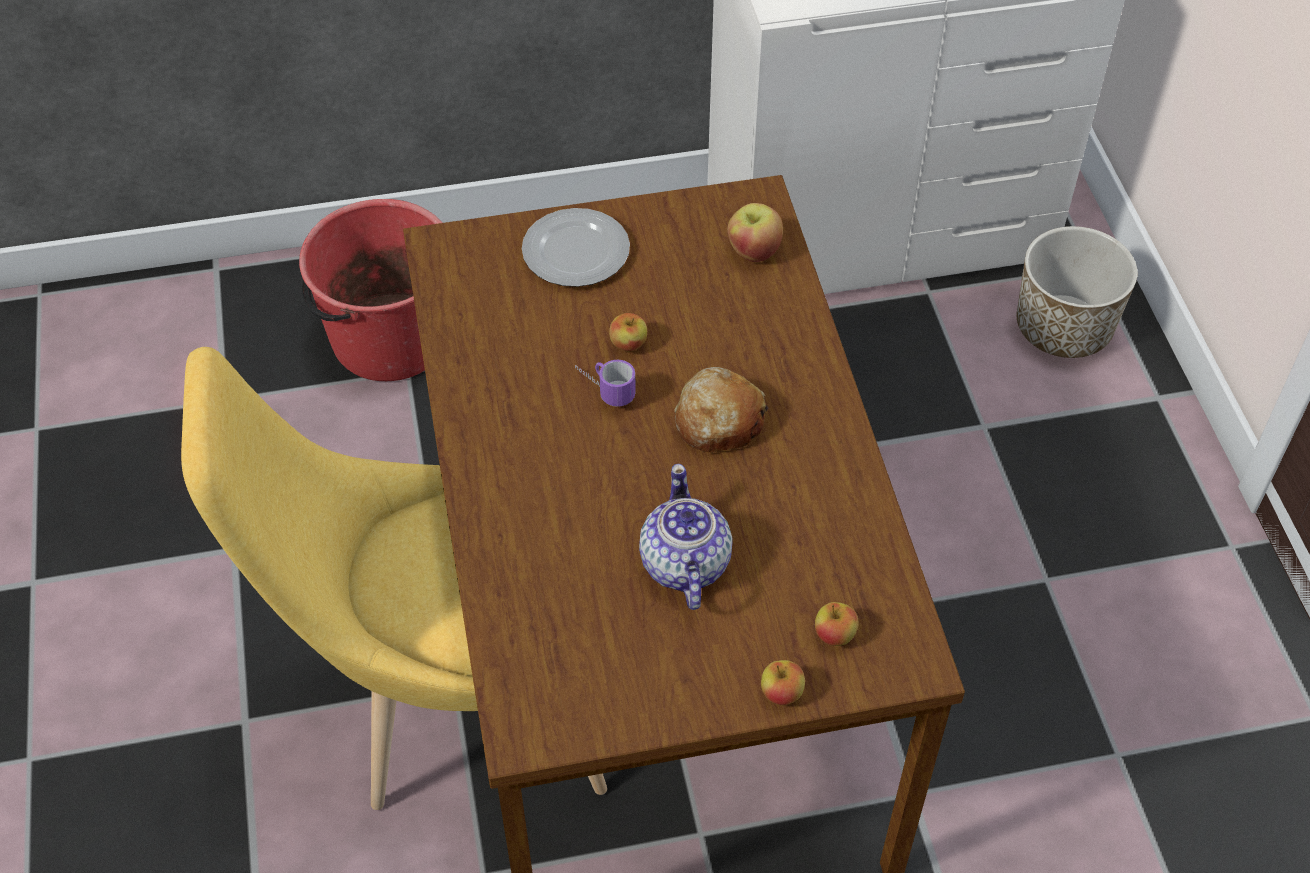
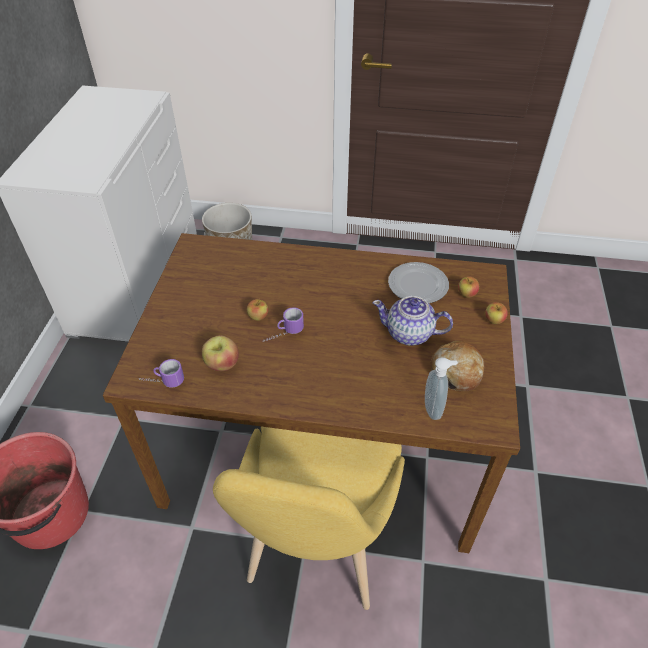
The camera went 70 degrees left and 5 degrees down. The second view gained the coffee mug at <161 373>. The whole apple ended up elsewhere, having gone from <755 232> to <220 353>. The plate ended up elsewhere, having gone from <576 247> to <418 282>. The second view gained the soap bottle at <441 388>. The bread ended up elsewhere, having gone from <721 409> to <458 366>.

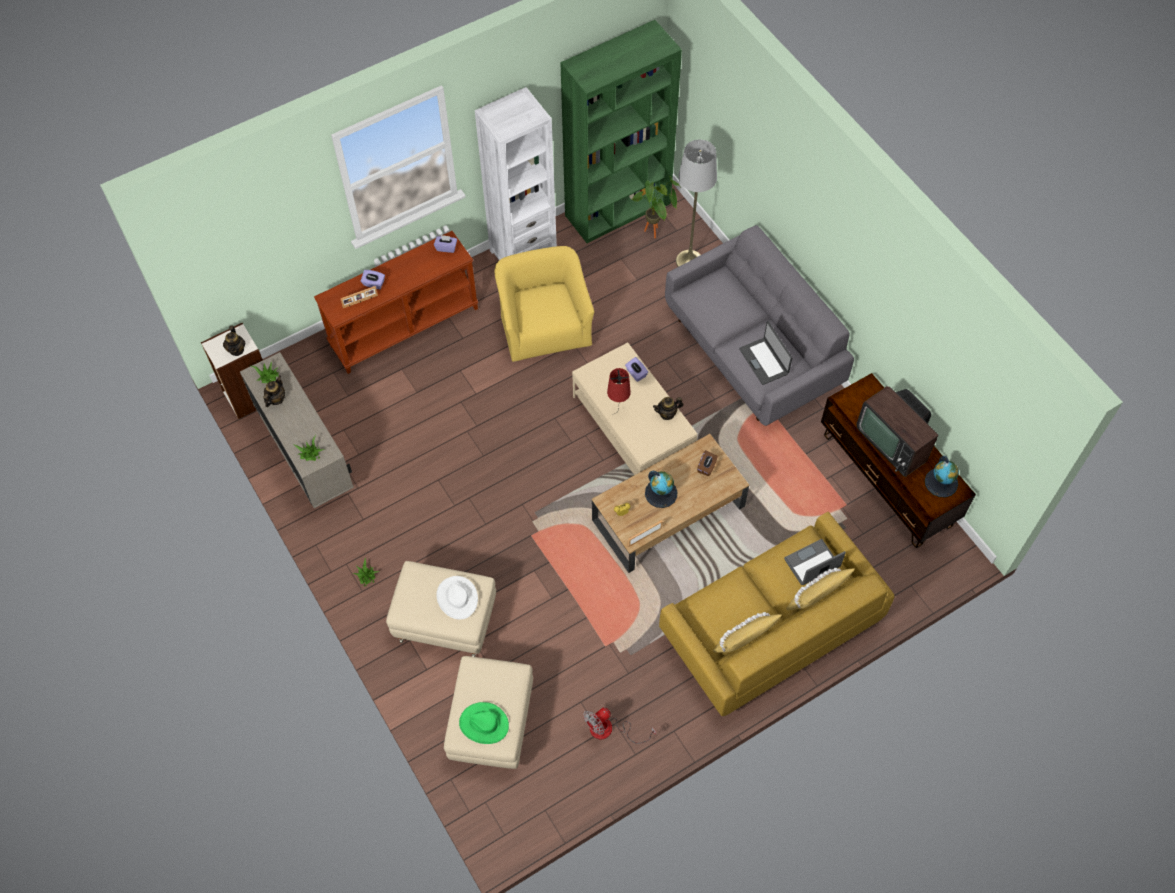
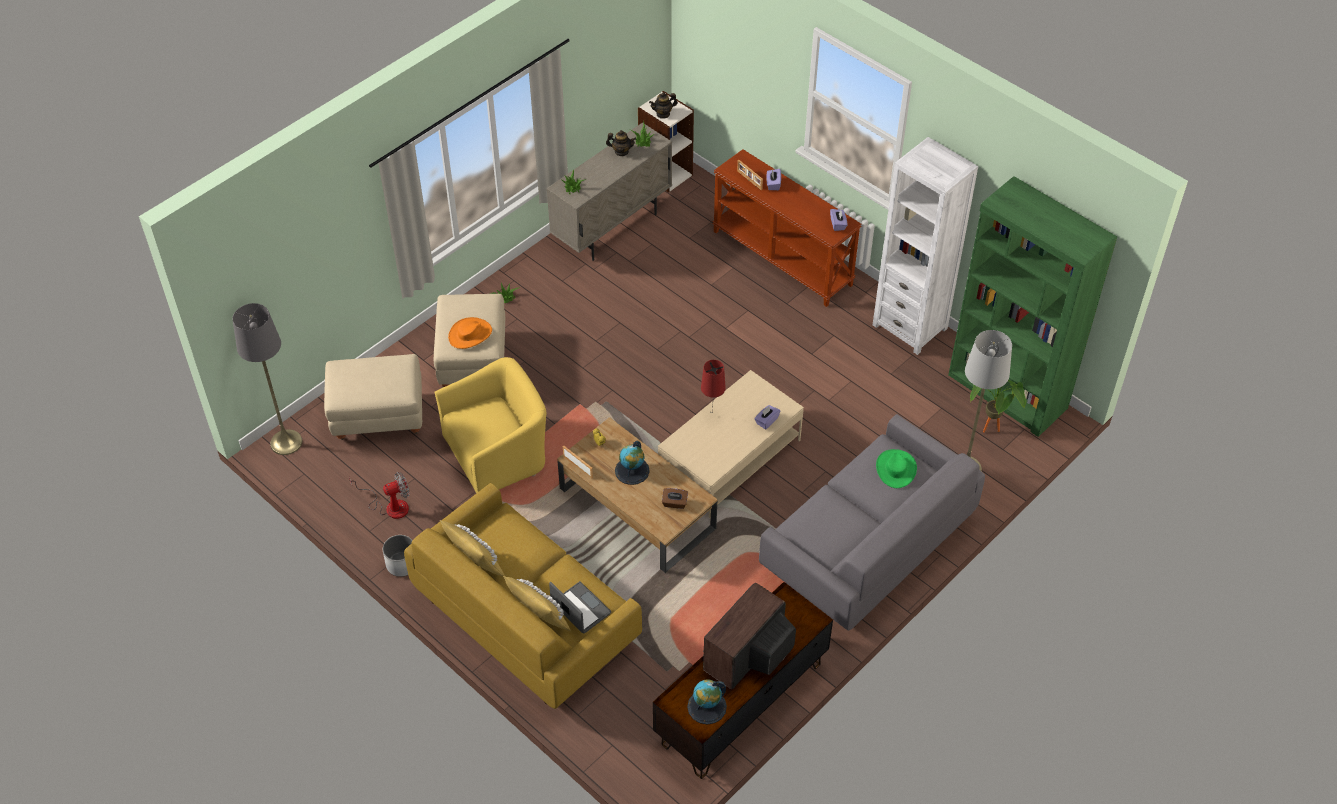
The camera went 75 degrees right and 10 degrees down. The second view gained the greyish standing lamp at <267 379>. The electric fan at <619 725> ended up facing another way, 120 degrees clockwise from before. The second view gained the white-coloured planter at <398 556>. The yellowish easy chair ended up elsewhere, having gone from <544 304> to <490 425>. What was the white-coloured hat at <457 597> turned into the orangey hat at <470 333>. The greenish hat ended up elsewhere, having gone from <484 723> to <896 468>. The second view lost the tea pot at <668 408>. The second view lost the laptop at <765 353>.

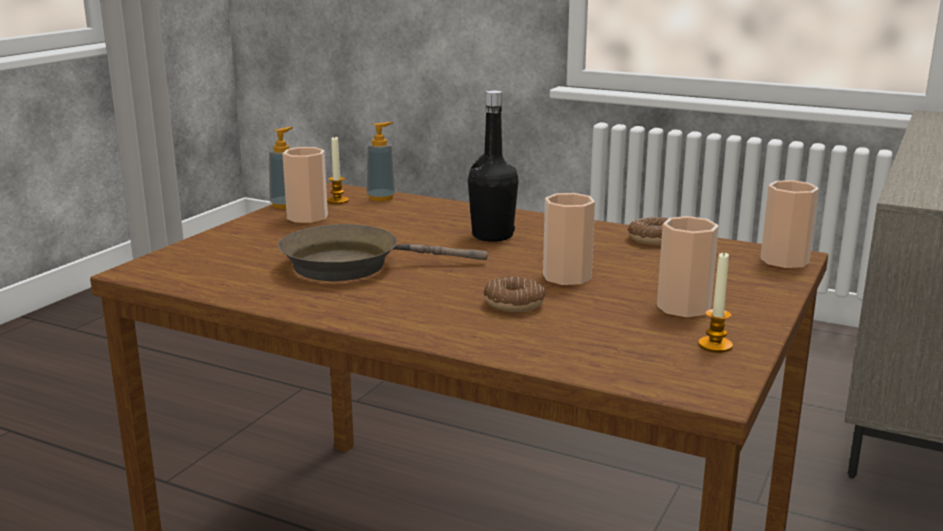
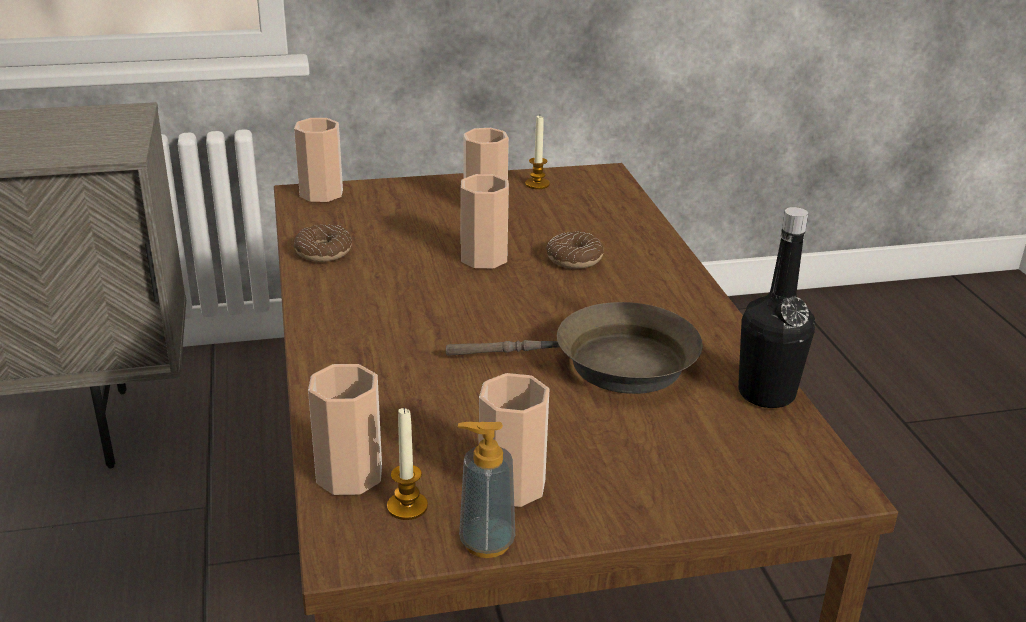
The camera went 130 degrees left and 10 degrees up. Where the soap bottle stood at <381 161>, the small cup came to stand at <345 429>. The brownish frying pan at <382 252> ended up facing another way, 45 degrees counterclockwise from before. The black-coloured bottle ended up elsewhere, having gone from <493 166> to <776 307>.

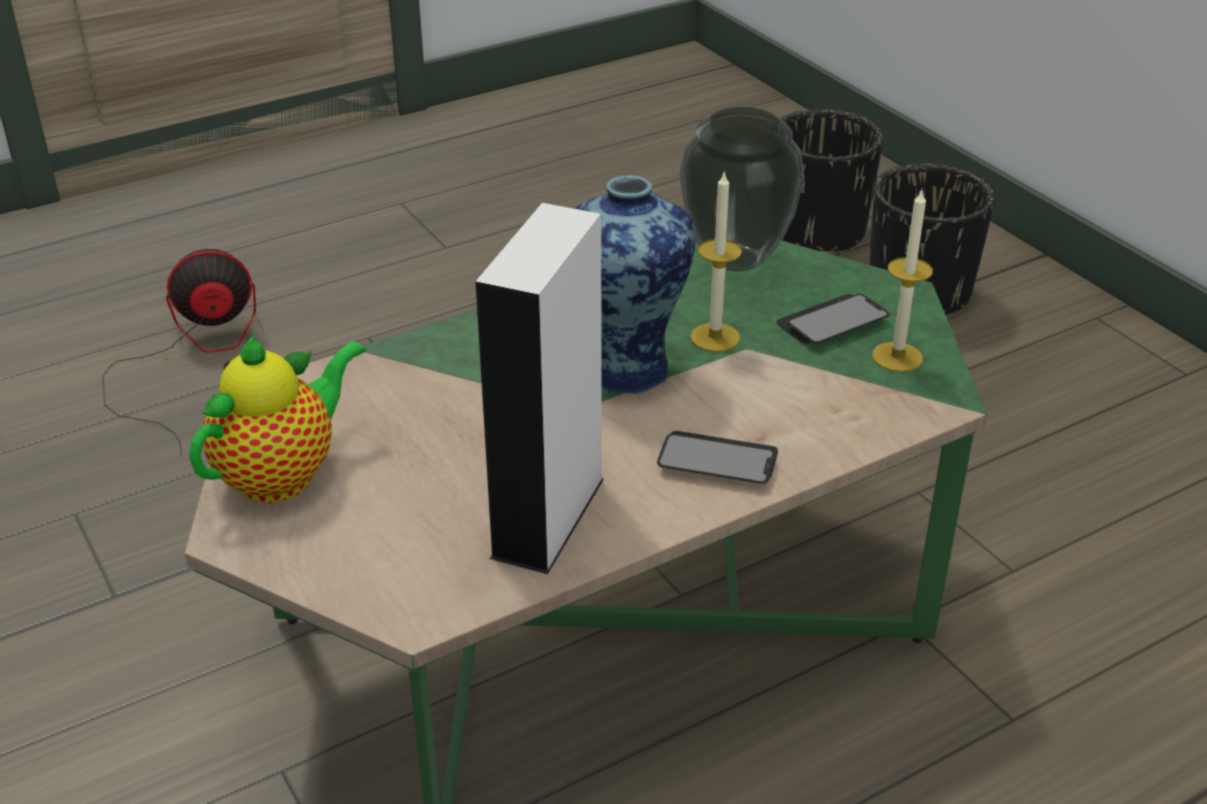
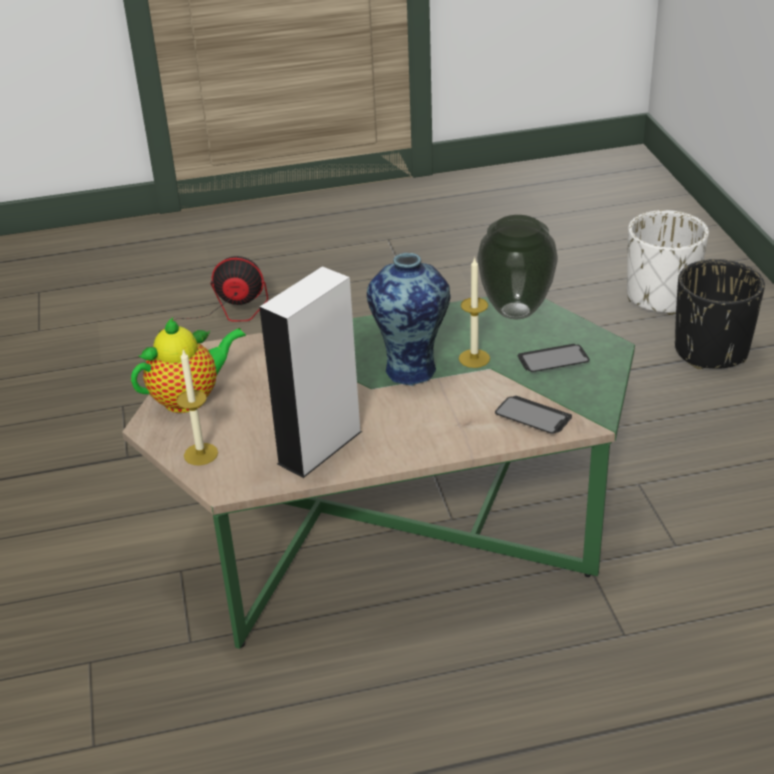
The camera went 20 degrees right and 0 degrees up. The wax candle ended up elsewhere, having gone from <902 280> to <197 407>. The handset ended up elsewhere, having gone from <717 457> to <533 415>. What was the black-coloured planter at <831 181> turned into the white-coloured planter at <668 262>.

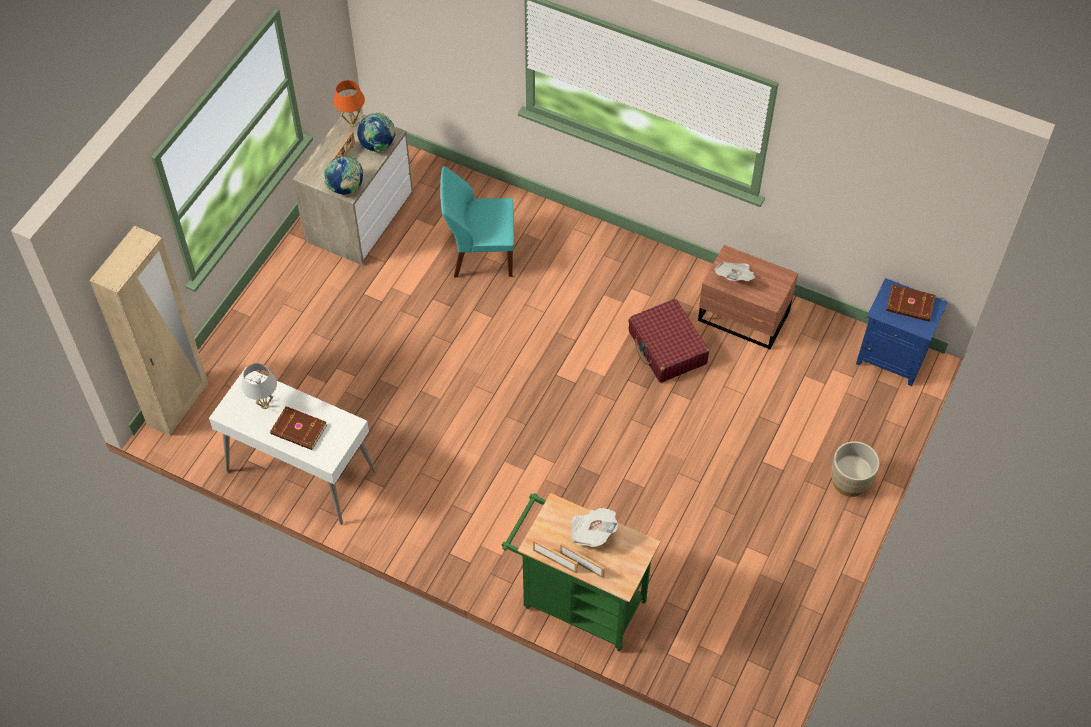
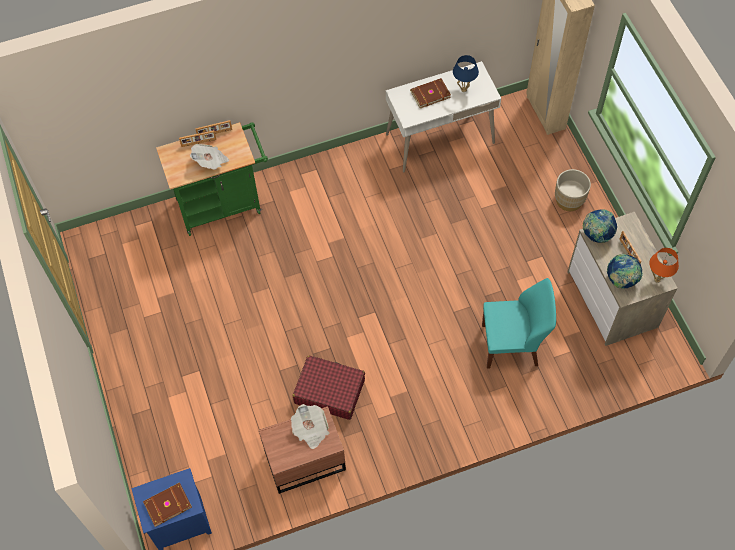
The camera went 135 degrees right and 5 degrees up. What was the white-coloured table lamp at <259 386> turned into the blue table lamp at <466 73>. The blue-green plain chair at <477 221> ended up facing another way, 45 degrees clockwise from before. The beige planter ended up elsewhere, having gone from <855 469> to <573 190>.

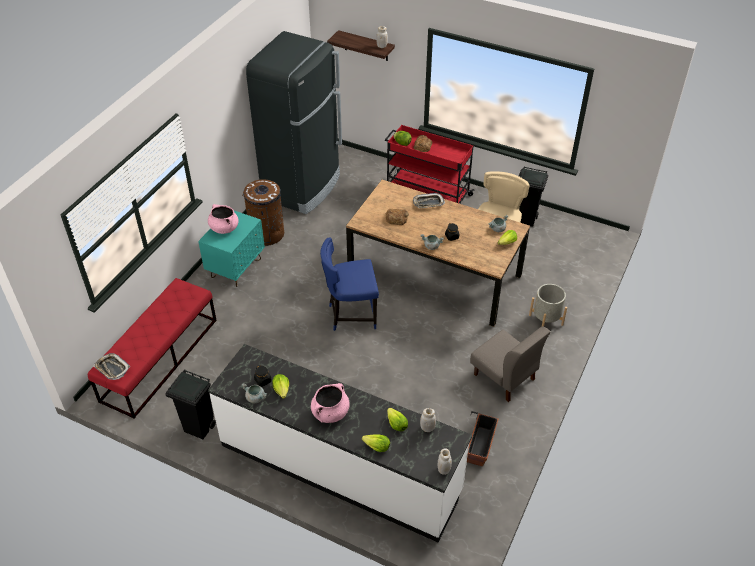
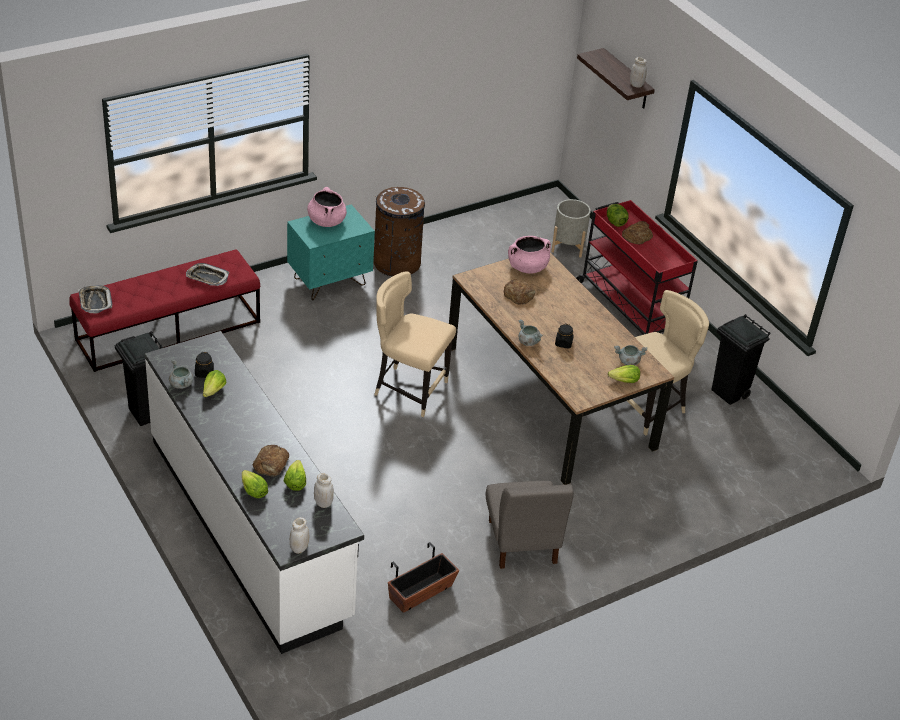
The camera went 30 degrees right and 5 degrees down. The serving tray ended up elsewhere, having gone from <429 200> to <207 274>. The second view gained the bread at <271 460>. What was the blue plain chair at <349 284> turned into the beige plain chair at <415 344>. The pink-coloured saucepot ended up elsewhere, having gone from <330 403> to <529 255>. The greyish planter ended up elsewhere, having gone from <548 305> to <571 228>. The second view lost the black-coloured kitchen fridge at <294 122>.

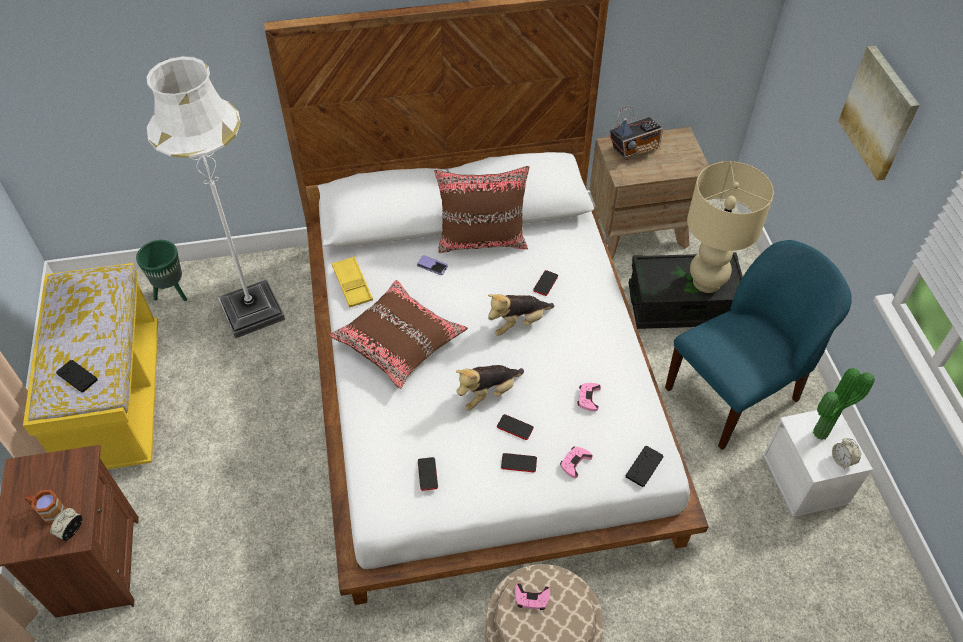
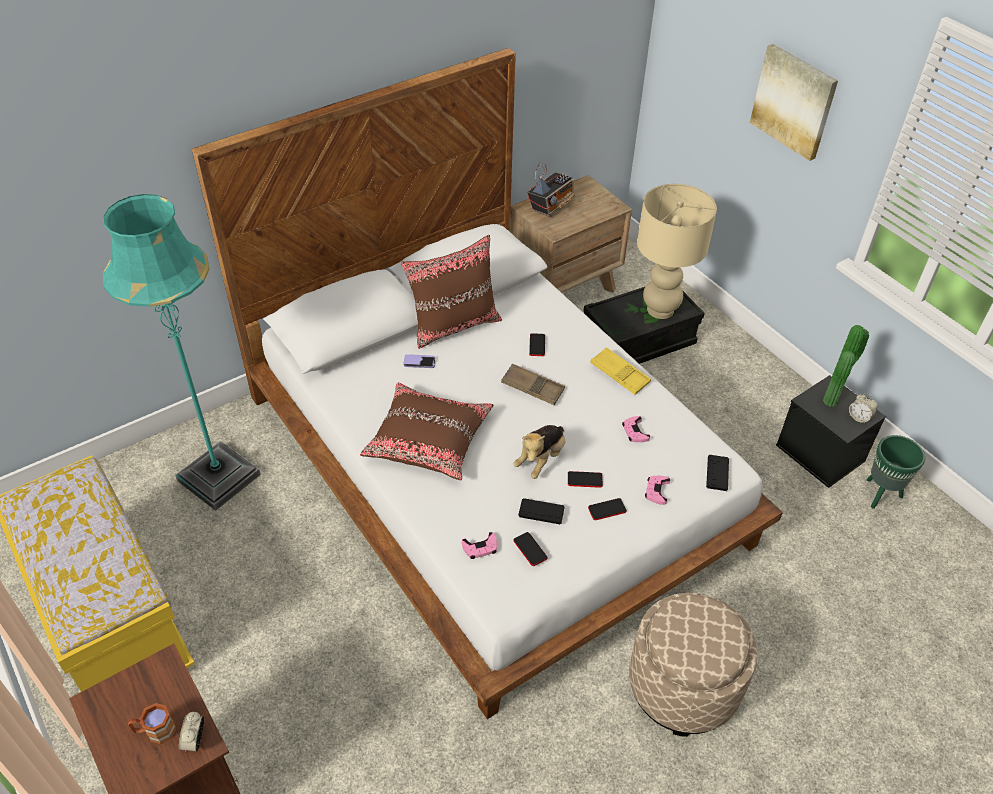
The camera went 25 degrees left and 5 degrees down. What was the white-coloured standing lamp at <216 197> turned into the blue-green standing lamp at <182 352>. The pink-coloured game controller ended up elsewhere, having gone from <532 597> to <479 545>. Where the soft toy stood at <521 315>, the brownish serving tray came to stand at <533 384>. The black-coloured game controller ended up elsewhere, having gone from <76 376> to <541 511>. The yellowish serving tray ended up elsewhere, having gone from <352 282> to <620 371>. What was the white-coloured storage bin at <818 463> turned into the black-coloured storage bin at <831 431>. The greenish planter ended up elsewhere, having gone from <161 270> to <896 471>. The second view lost the blue plain chair at <758 345>.

